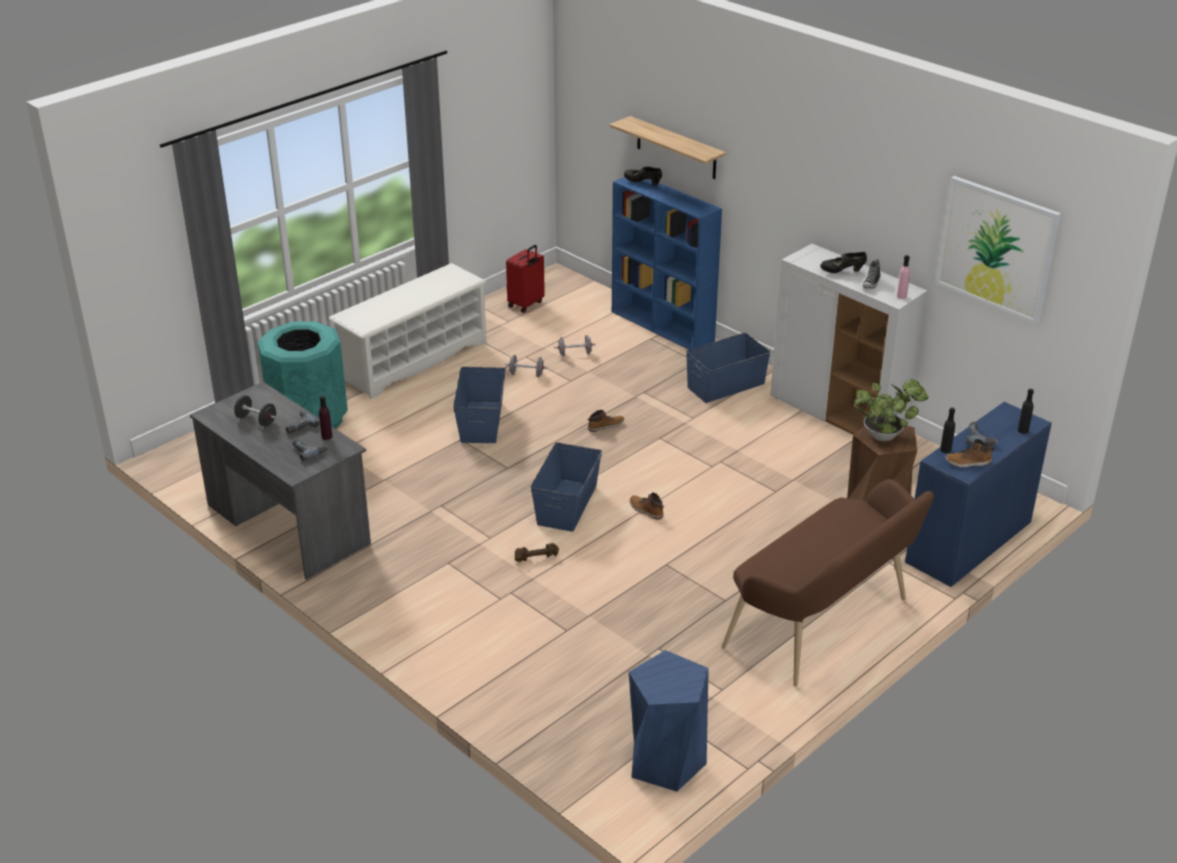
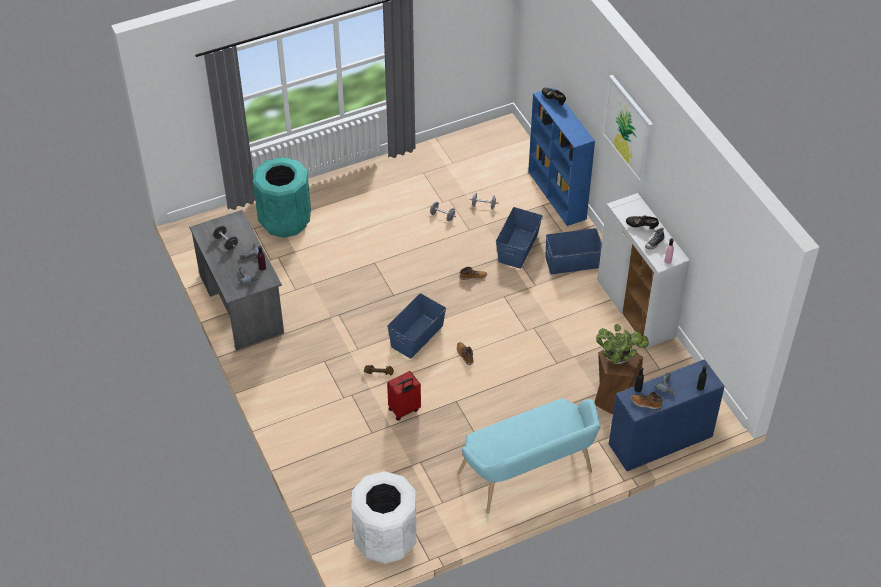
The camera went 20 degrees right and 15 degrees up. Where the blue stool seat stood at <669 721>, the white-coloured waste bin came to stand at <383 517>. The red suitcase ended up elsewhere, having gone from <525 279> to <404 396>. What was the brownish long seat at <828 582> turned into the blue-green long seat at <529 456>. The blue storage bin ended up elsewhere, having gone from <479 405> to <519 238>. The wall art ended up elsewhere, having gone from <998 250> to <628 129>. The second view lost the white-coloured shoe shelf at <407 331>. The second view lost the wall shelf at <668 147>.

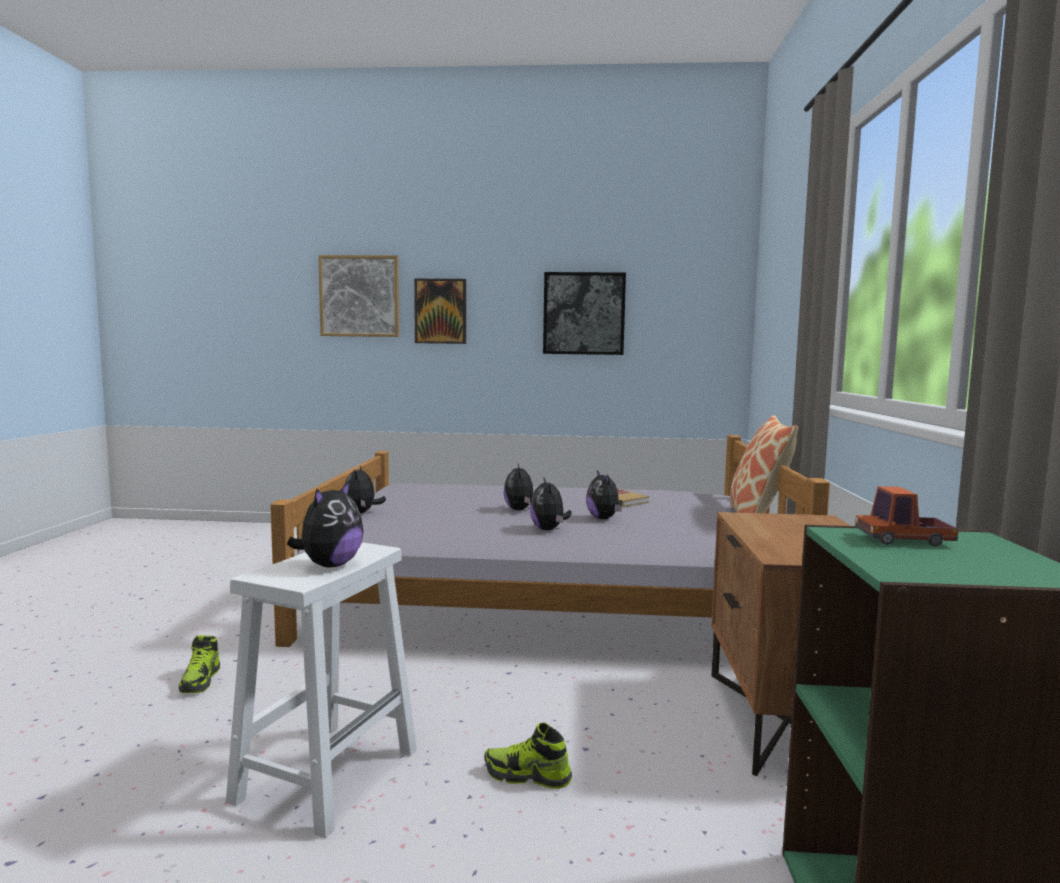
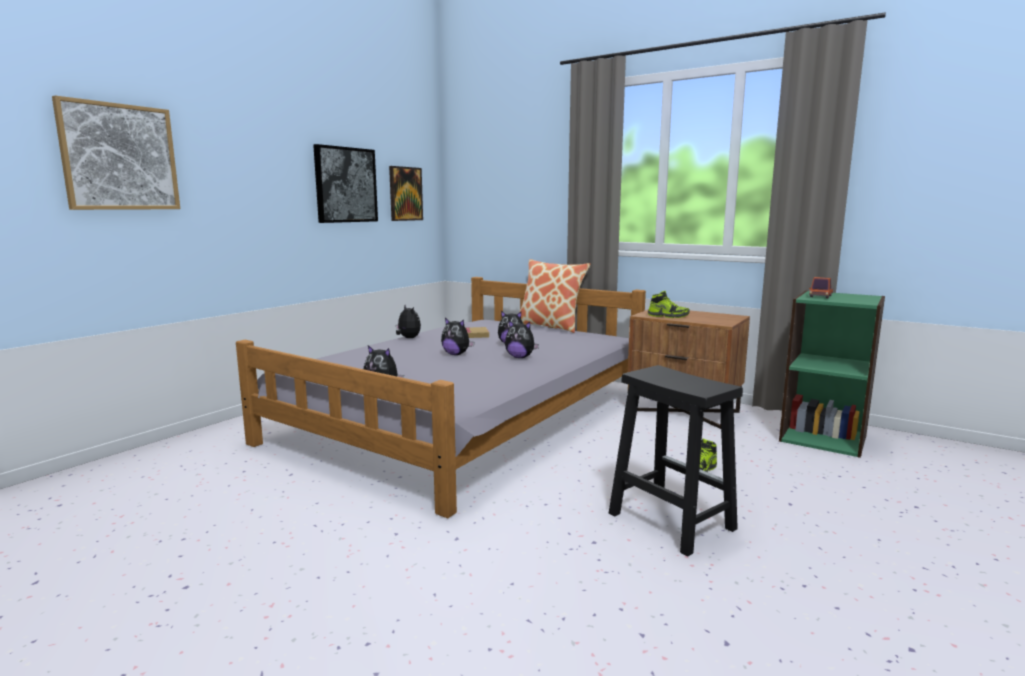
The camera went 60 degrees left and 5 degrees up. The wall art ended up elsewhere, having gone from <440 311> to <406 193>. The soft toy ended up elsewhere, having gone from <325 523> to <408 321>. What was the white-coloured stool seat at <321 690> turned into the black-coloured stool seat at <676 461>. The low shoe ended up elsewhere, having gone from <199 664> to <669 304>.

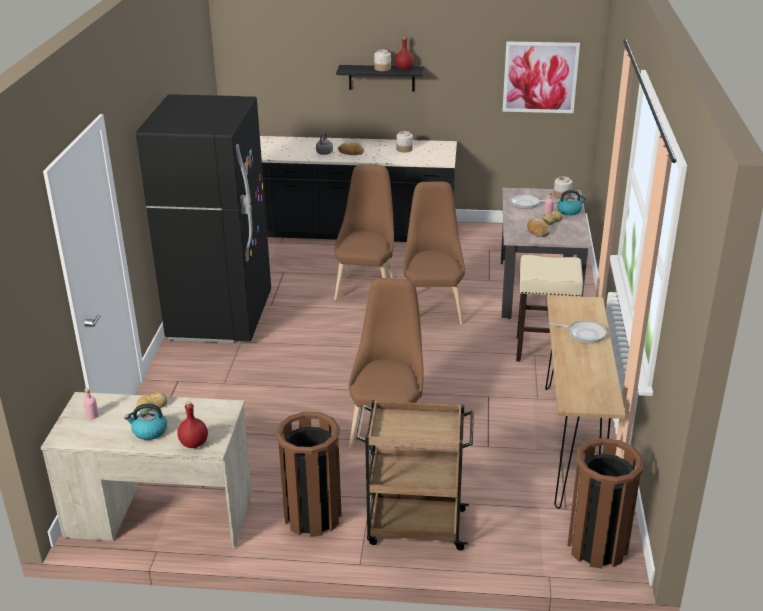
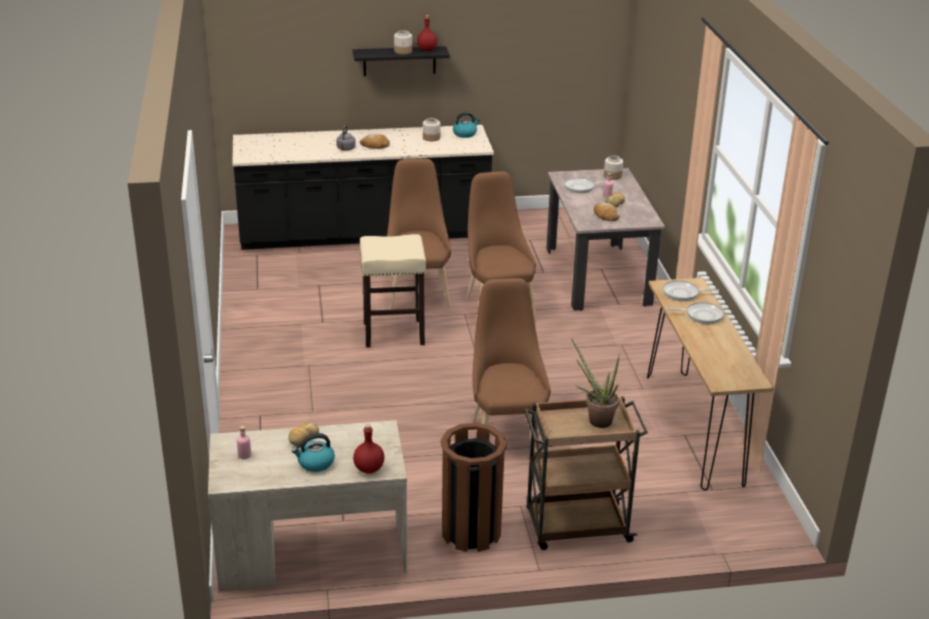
The camera went 15 degrees left and 0 degrees up. The beige stool seat ended up elsewhere, having gone from <549 308> to <393 291>. The kettle ended up elsewhere, having gone from <571 203> to <466 125>. The second view gained the plant in a pot at <595 383>. The second view gained the frying pan at <691 290>. The second view lost the black-coloured kitchen fridge at <203 218>. The second view lost the wall art at <541 77>. The second view lost the brownish waste bin at <605 503>.

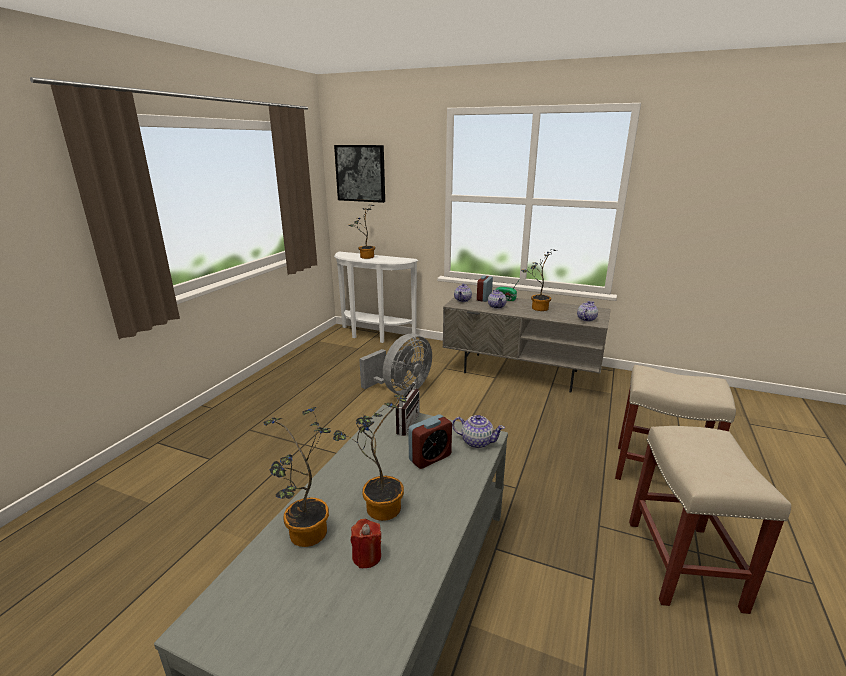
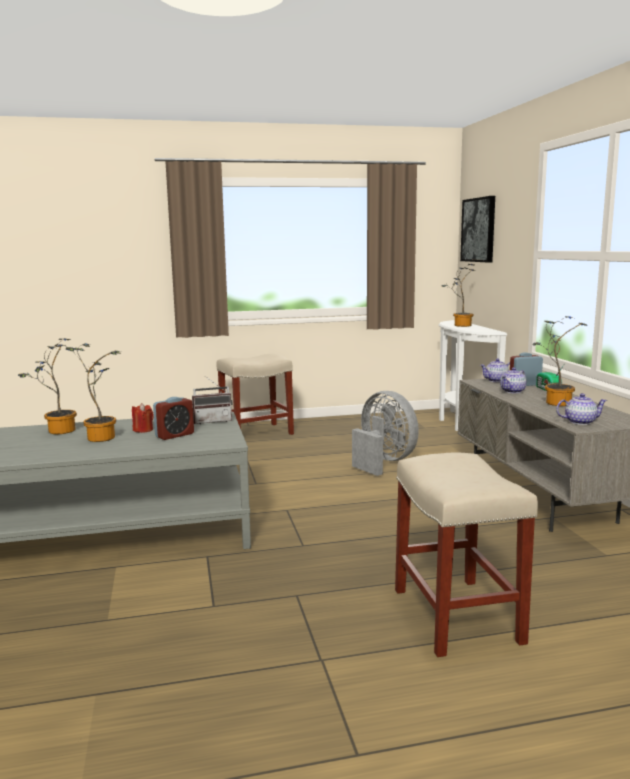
The camera went 55 degrees right and 10 degrees down. The red wax candle ended up elsewhere, having gone from <366 543> to <143 418>. The table clock at <430 441> ended up facing another way, 60 degrees counterclockwise from before. The beige stool seat ended up elsewhere, having gone from <710 520> to <255 394>. The greyish electric fan at <395 364> ended up facing another way, 135 degrees counterclockwise from before. The second view lost the tea pot at <478 432>.

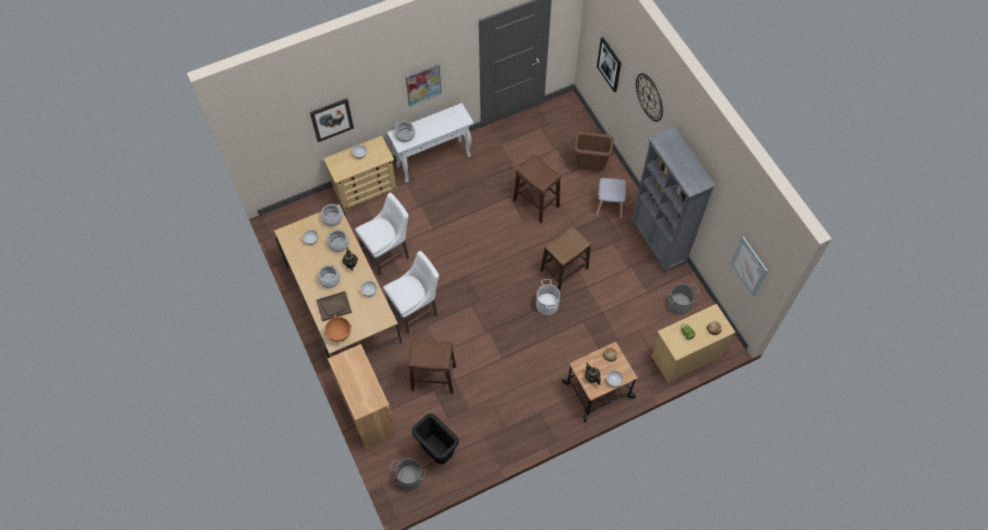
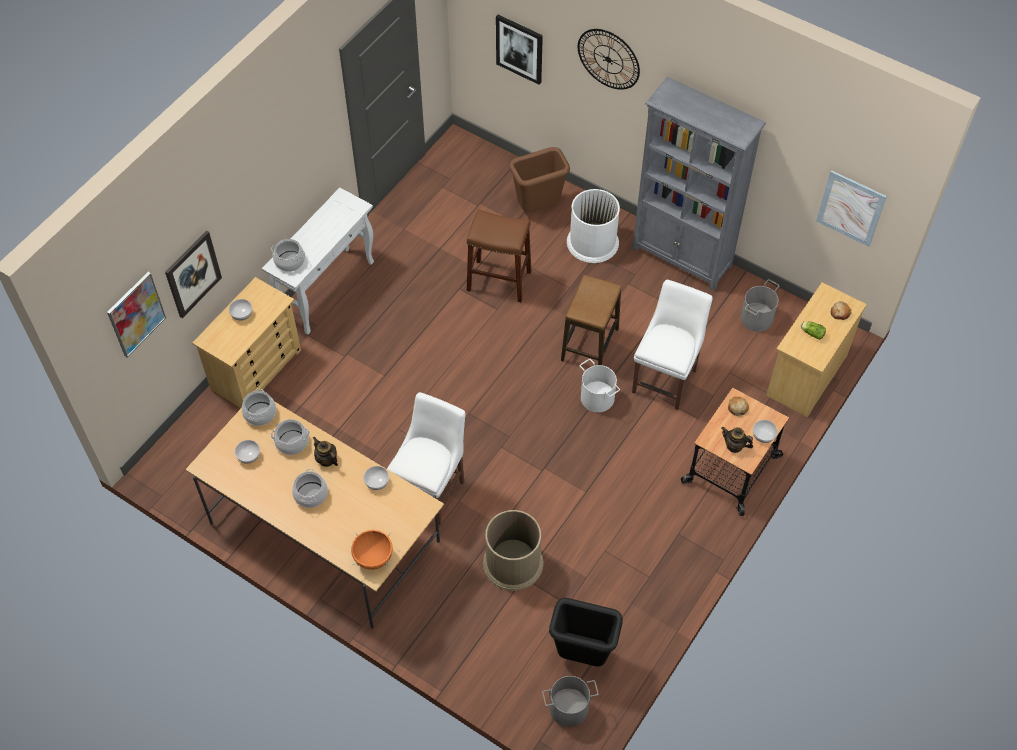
The camera went 30 degrees left and 5 degrees down. The wall art ended up elsewhere, having gone from <423 84> to <136 314>. Where the brownish stool seat stood at <432 366>, the brownish waste bin came to stand at <513 550>. Where the greyish stool seat stood at <611 198>, the white-coloured waste bin came to stand at <593 226>. The white-coloured plain chair ended up elsewhere, having gone from <382 234> to <672 345>. The second view lost the brownish serving tray at <334 306>. The second view lost the brownish cabinet at <362 396>.

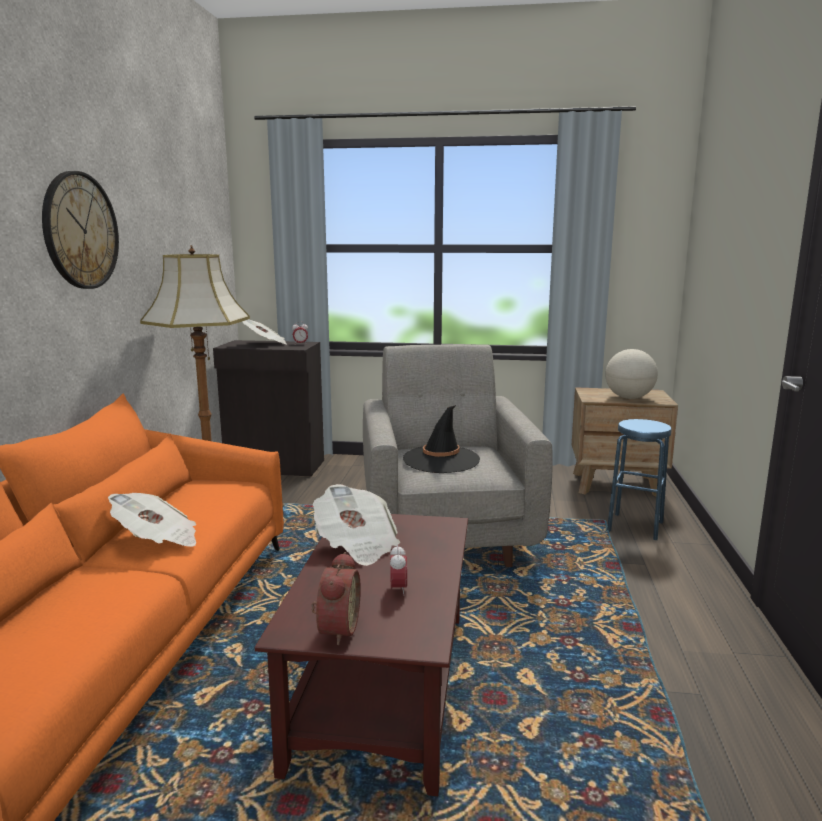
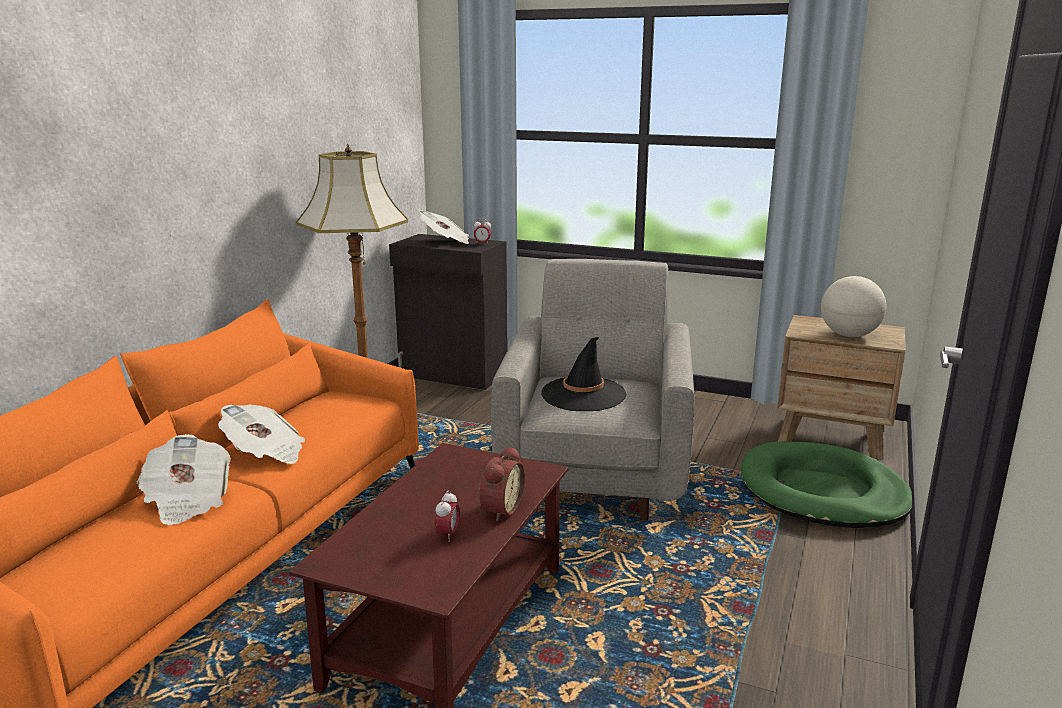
The camera went 15 degrees right and 5 degrees up. The daily paper ended up elsewhere, having gone from <356 525> to <184 479>. The table clock ended up elsewhere, having gone from <336 598> to <502 484>. Where the blue stool seat stood at <639 479>, the greenish dog bed came to stand at <826 485>. The second view lost the hanging clock at <80 230>.

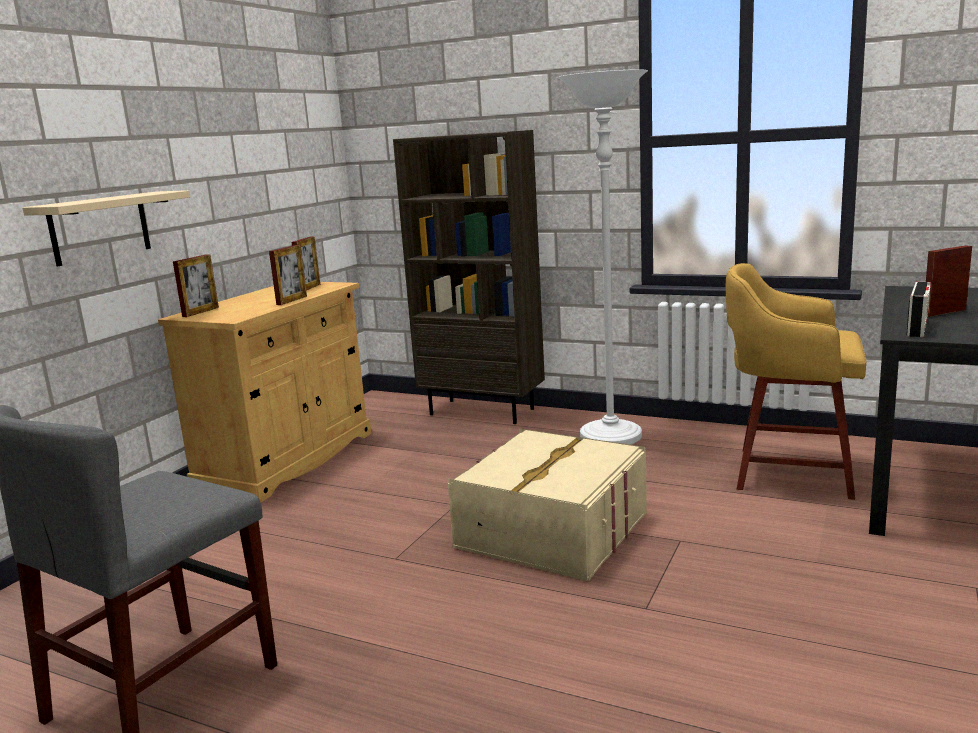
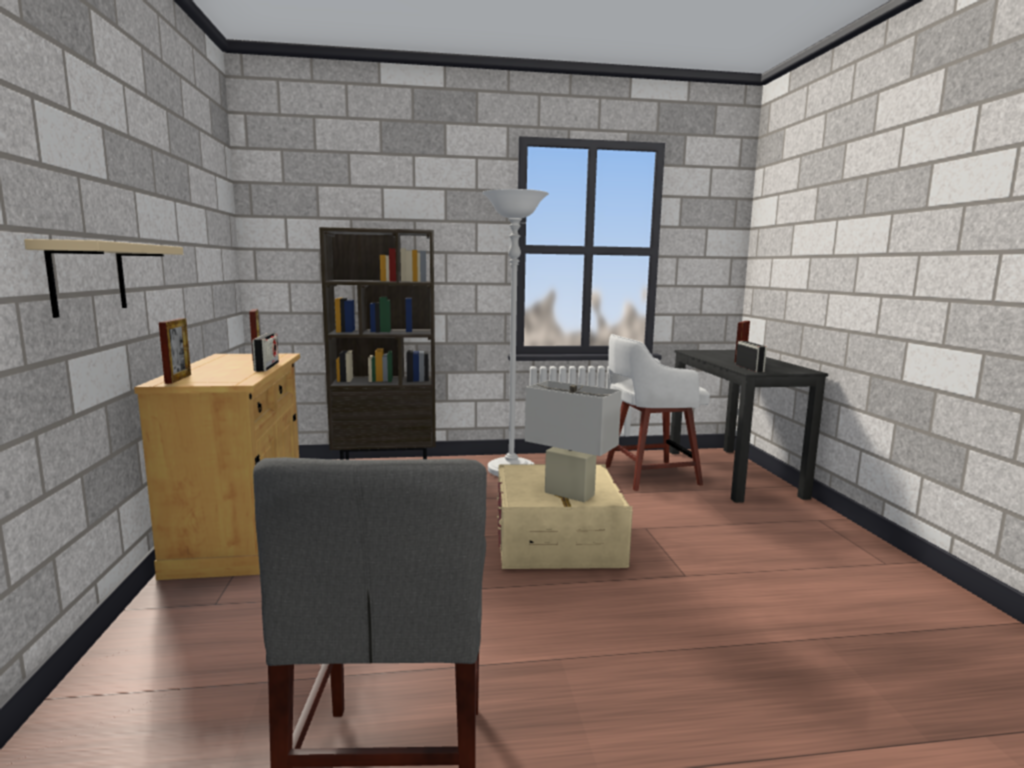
The camera went 35 degrees left and 5 degrees down. Where the standing frame stood at <288 275>, the radio set came to stand at <265 352>. The second view gained the white-coloured table lamp at <573 441>. What was the yellowish stool seat at <796 381> turned into the white-coloured stool seat at <658 412>.

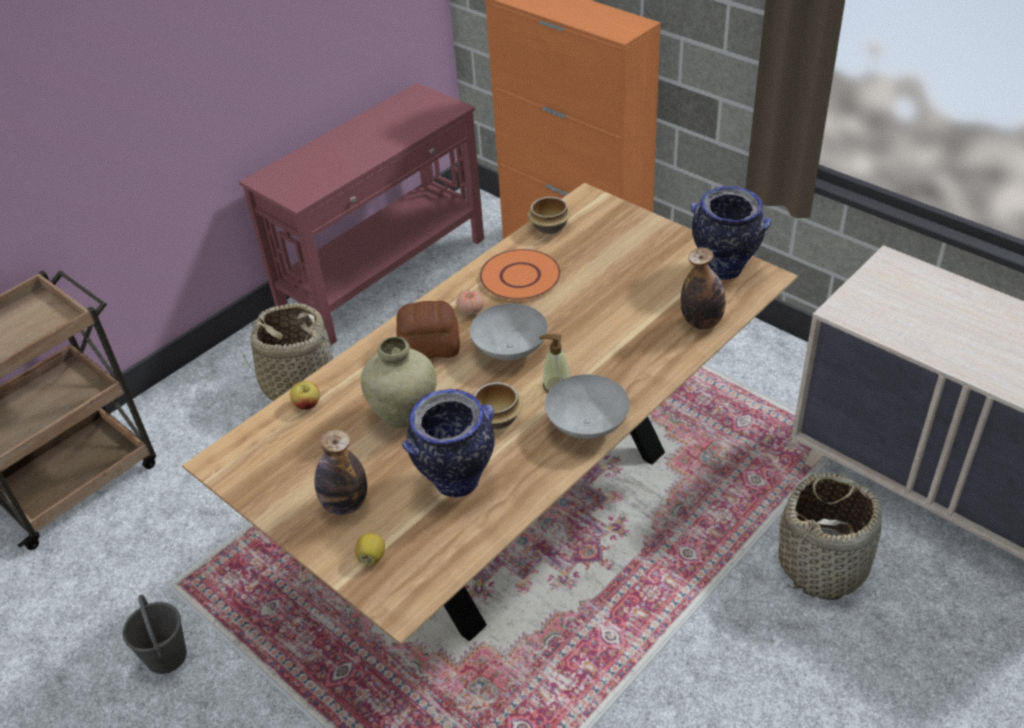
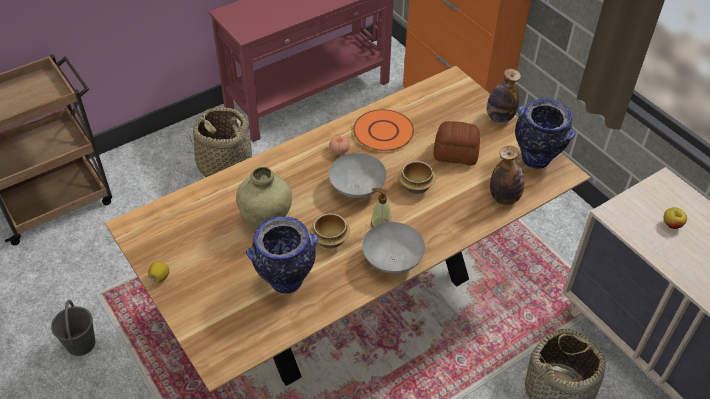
The camera went 10 degrees right and 5 degrees up. The citrus fruit ended up elsewhere, having gone from <370 549> to <158 272>. The bowl ended up elsewhere, having gone from <549 215> to <417 177>. The bread ended up elsewhere, having gone from <428 330> to <457 143>. The bottle ended up elsewhere, having gone from <340 472> to <504 96>. The whole apple ended up elsewhere, having gone from <305 395> to <675 218>.

